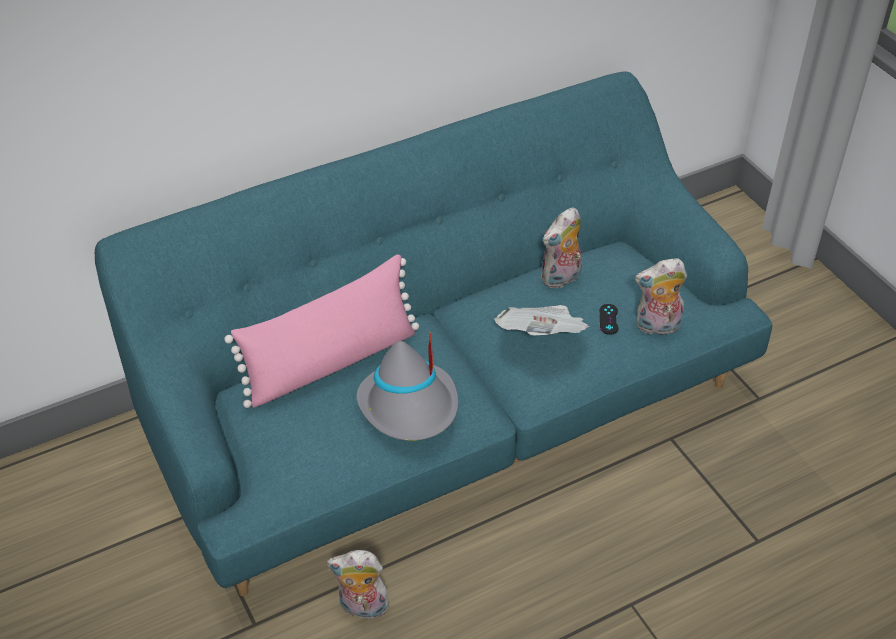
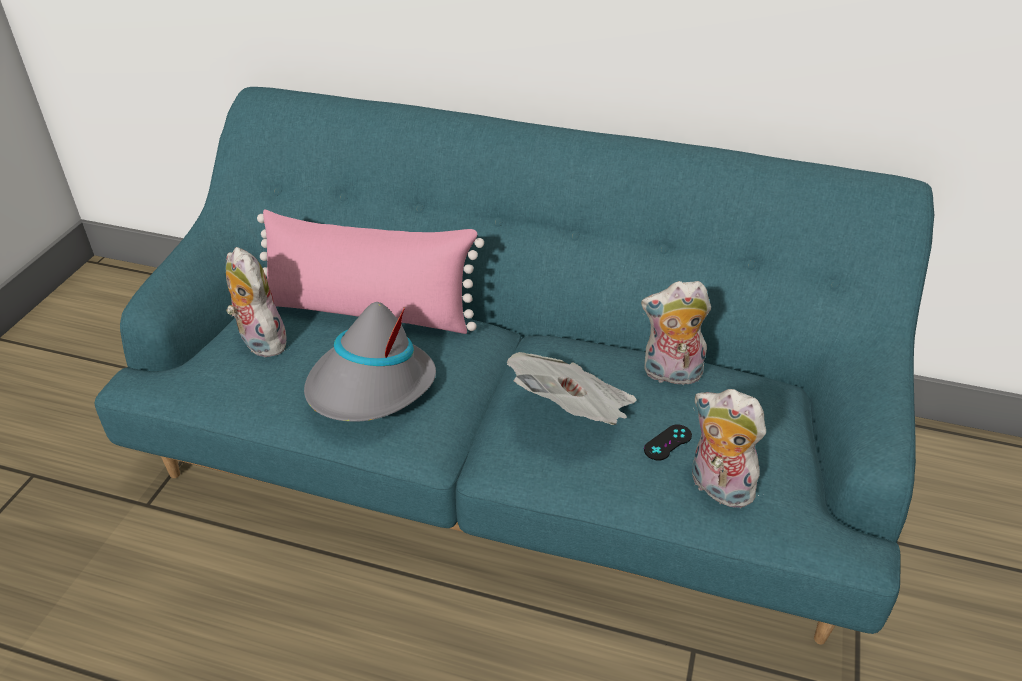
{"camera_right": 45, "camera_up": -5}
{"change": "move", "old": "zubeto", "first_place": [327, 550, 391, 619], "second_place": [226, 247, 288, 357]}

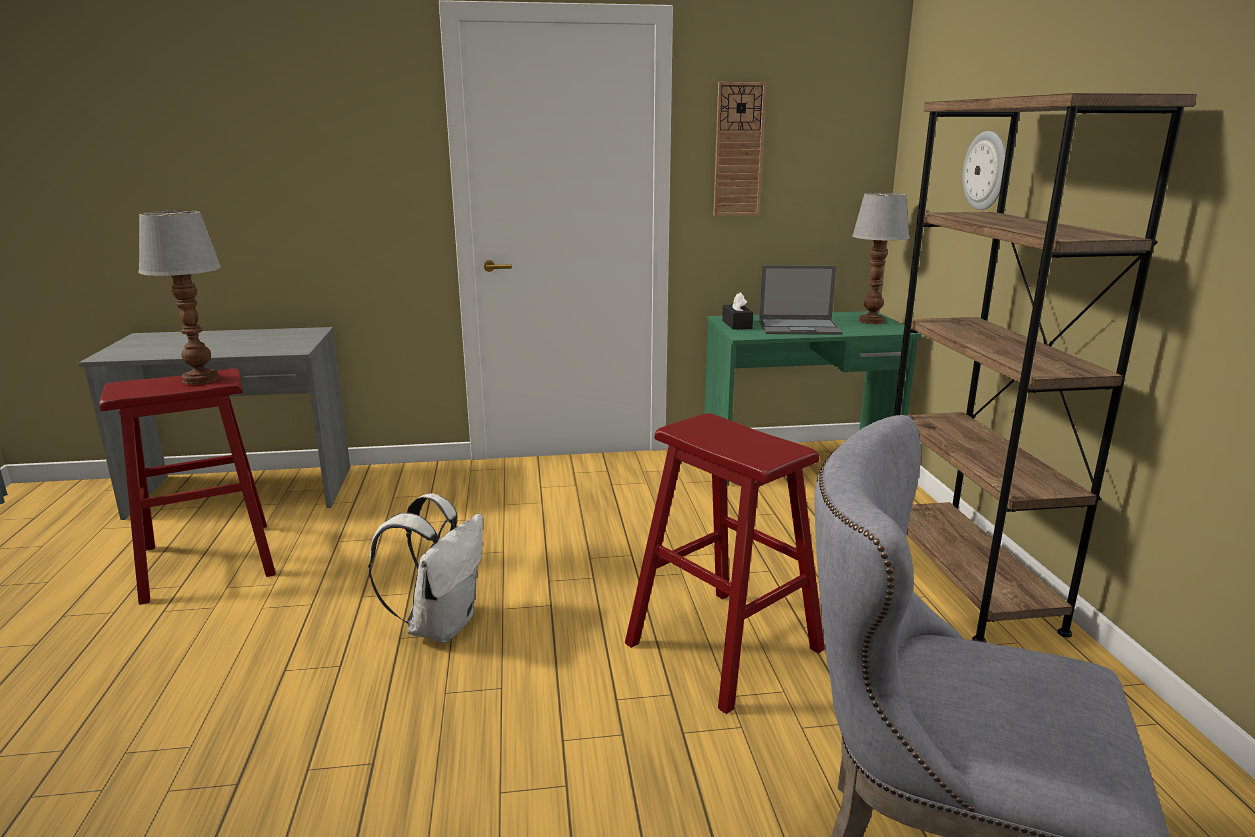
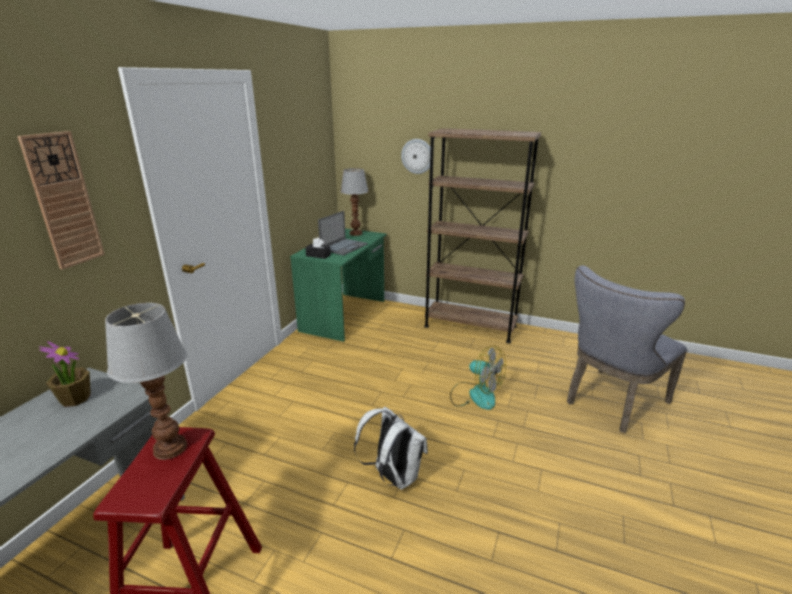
{"camera_right": -60, "camera_up": 5}
{"change": "move", "old": "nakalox", "first_place": [713, 82, 766, 216], "second_place": [17, 131, 105, 270]}
{"change": "replace", "old": "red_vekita", "new": "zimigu", "first_place": [625, 413, 825, 714], "second_place": [450, 345, 506, 410]}
{"change": "insert", "new": "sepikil", "second_place": [39, 341, 91, 407]}

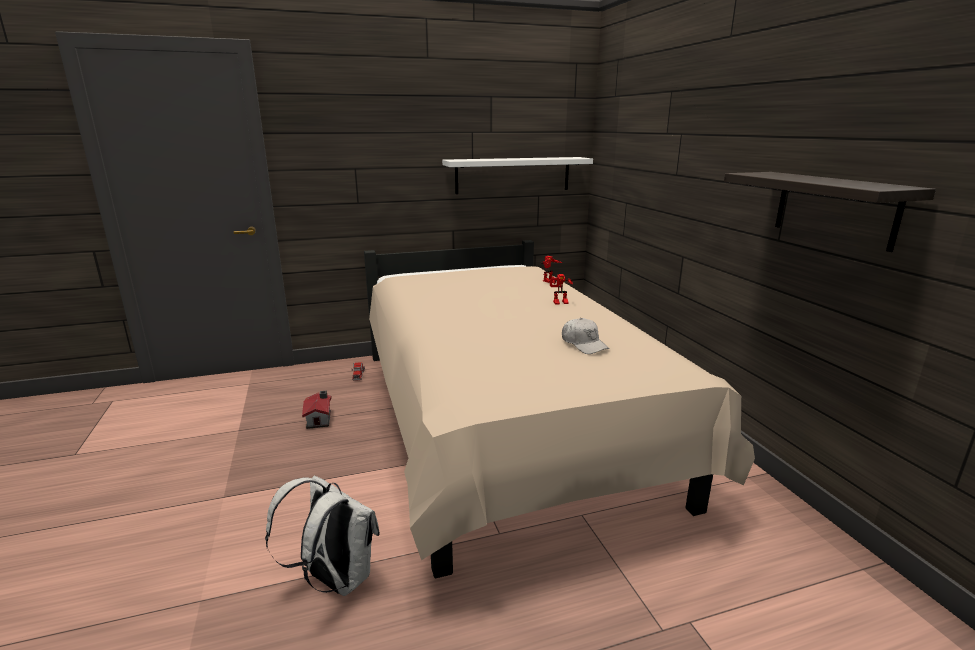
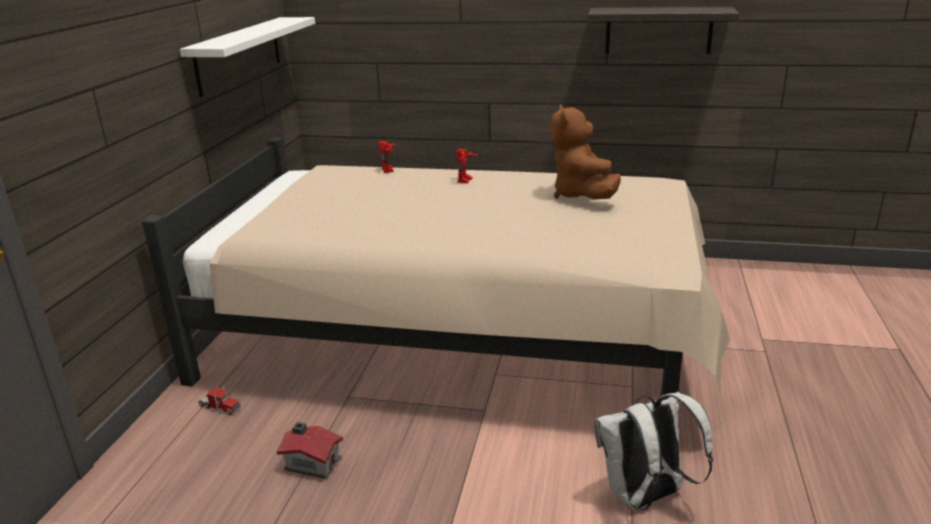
{"camera_right": -60, "camera_up": 5}
{"change": "replace", "old": "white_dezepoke", "new": "brown_zubeto", "first_place": [562, 318, 610, 354], "second_place": [551, 104, 621, 200]}

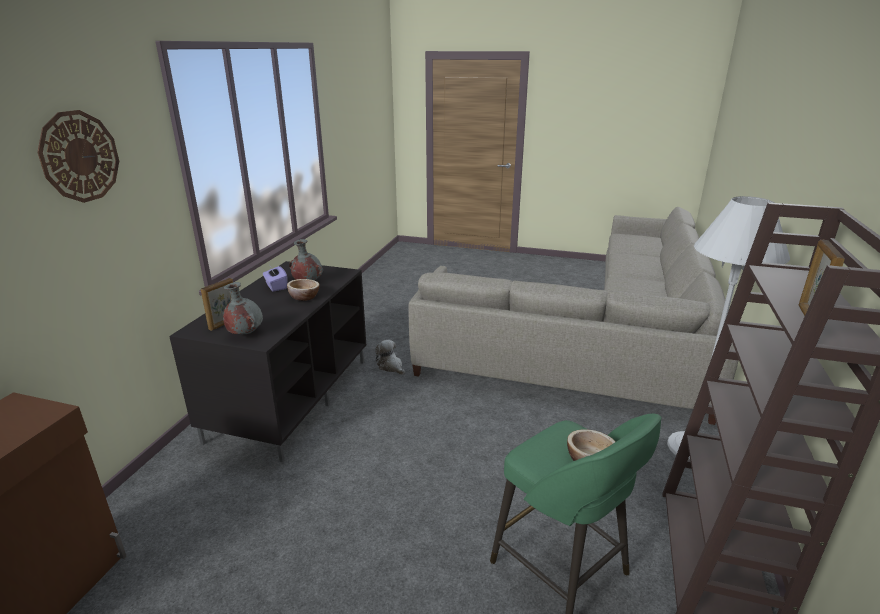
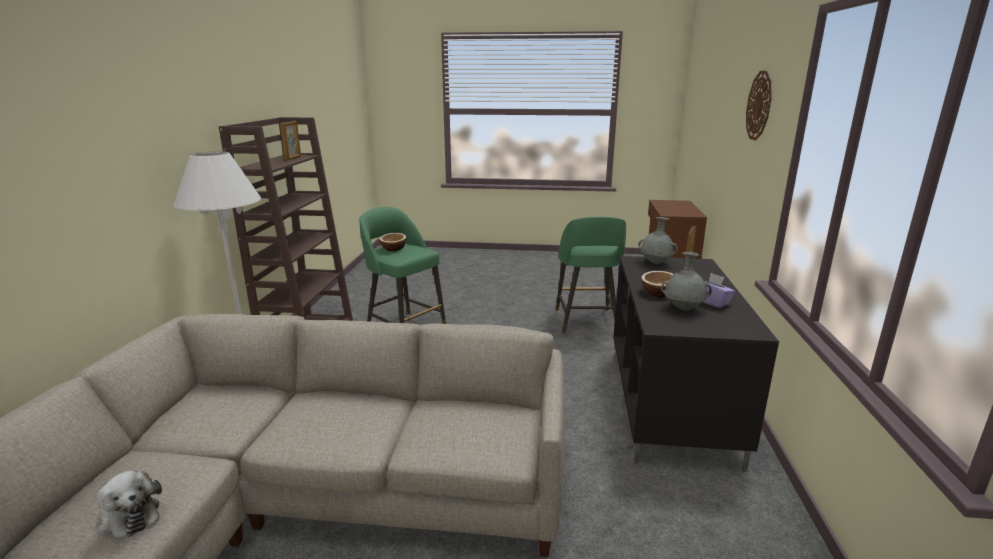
{"camera_right": 170, "camera_up": -5}
{"change": "move", "old": "zubeto", "first_place": [375, 340, 405, 375], "second_place": [96, 470, 162, 538]}
{"change": "insert", "new": "green_vekita", "second_place": [556, 217, 626, 333]}

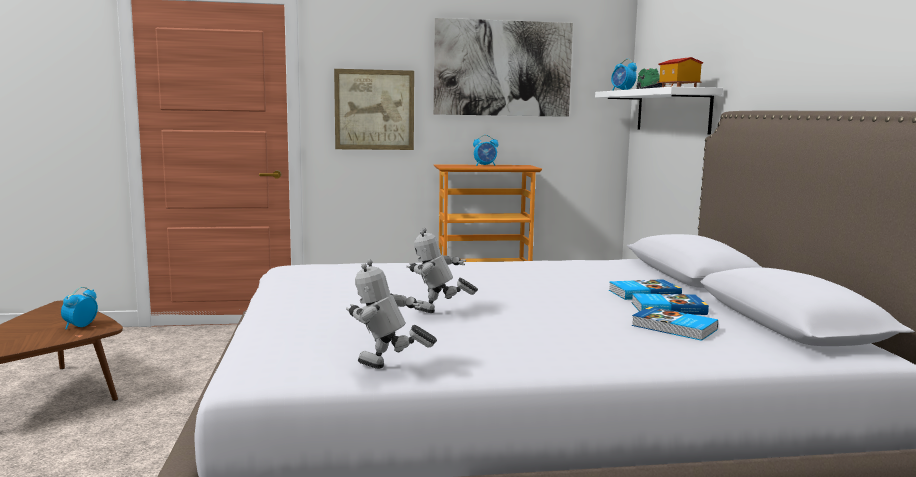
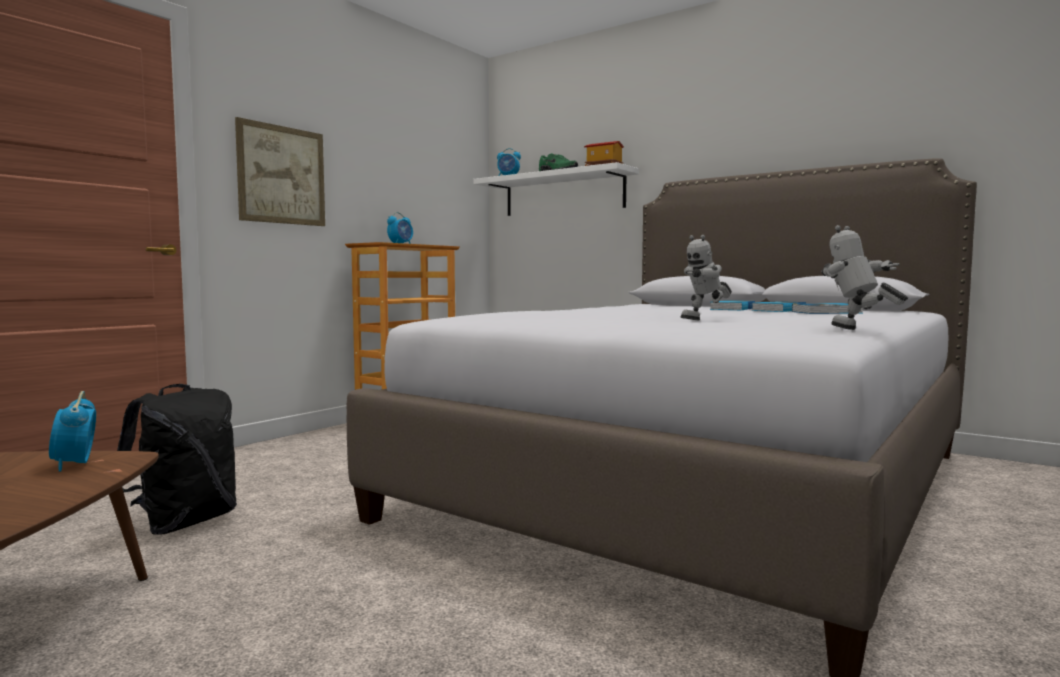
{"camera_right": -45, "camera_up": -5}
{"change": "delete", "old": "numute", "first_place": [434, 18, 573, 117]}
{"change": "rotate", "old": "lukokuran", "first_place": [346, 260, 437, 369], "second_place": [821, 225, 908, 330], "degrees": 90}
{"change": "insert", "new": "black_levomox", "second_place": [117, 384, 237, 535]}

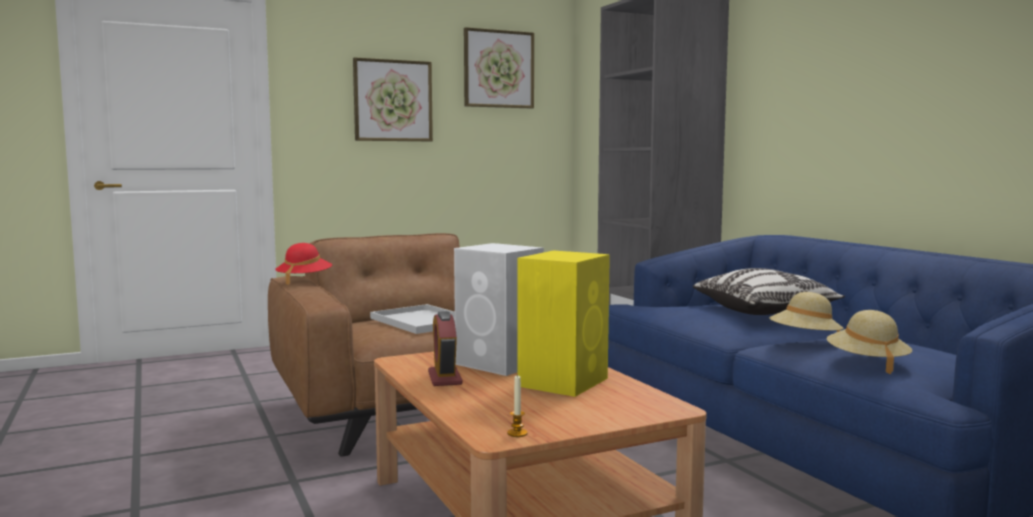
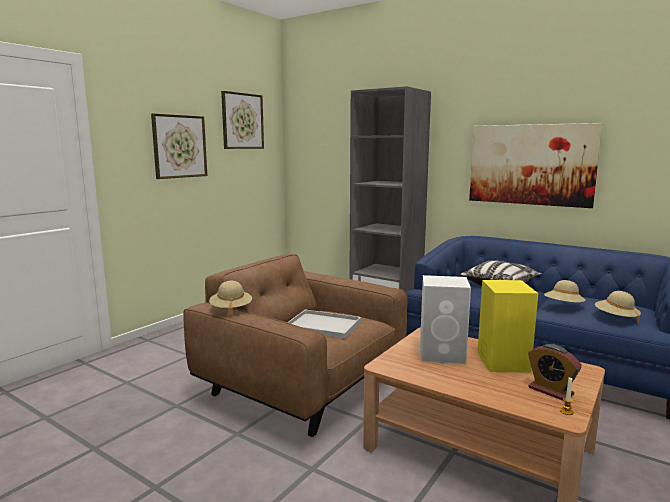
{"camera_right": -30, "camera_up": 5}
{"change": "recolor", "old": "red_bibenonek", "new": "beige_bibenonek", "first_place": [275, 243, 332, 285], "second_place": [209, 281, 252, 317]}
{"change": "move", "old": "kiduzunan", "first_place": [428, 311, 463, 386], "second_place": [528, 344, 582, 401]}
{"change": "insert", "new": "numute", "second_place": [469, 123, 603, 208]}

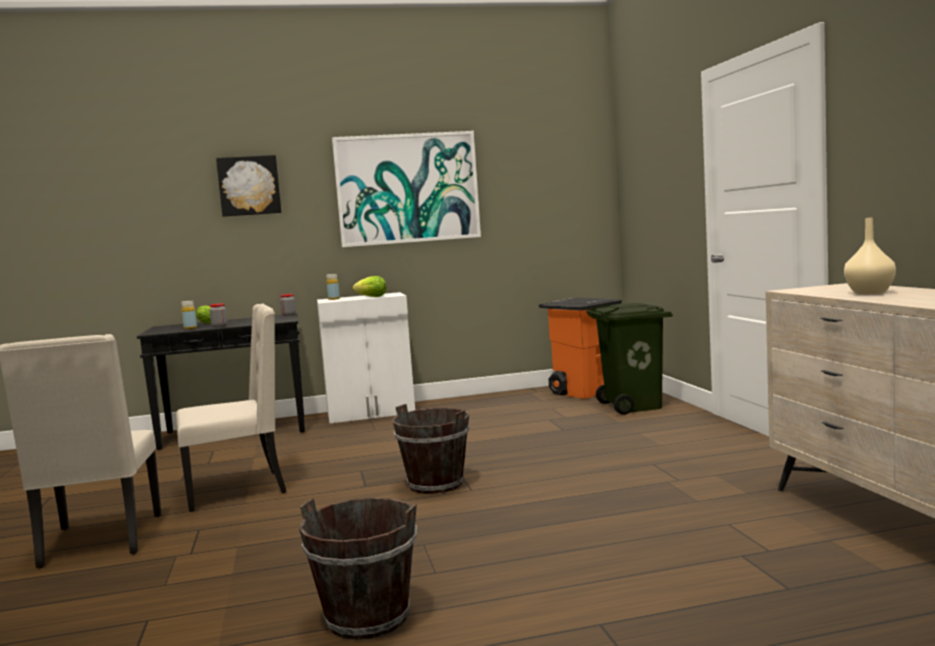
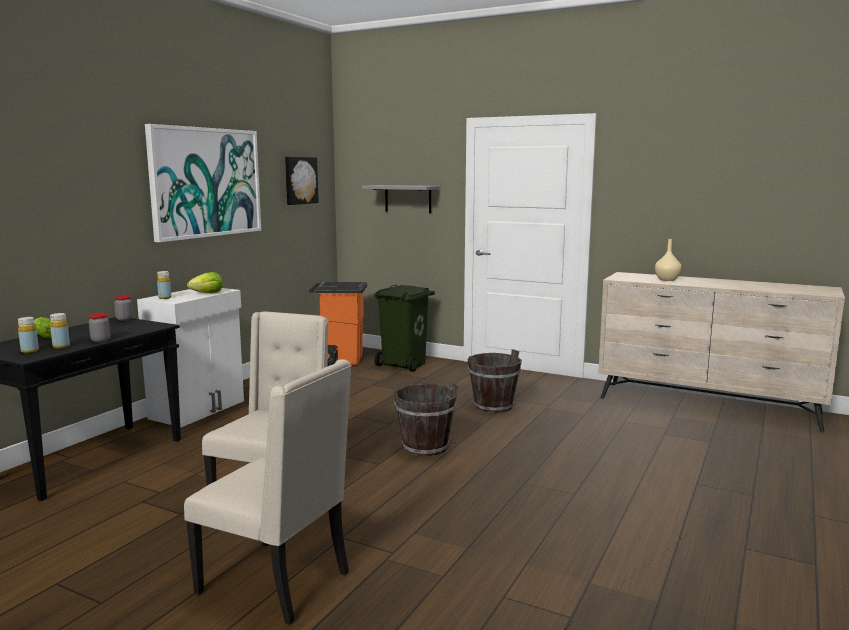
{"camera_right": -50, "camera_up": 5}
{"change": "move", "old": "numute", "first_place": [216, 155, 281, 217], "second_place": [285, 157, 319, 205]}
{"change": "move", "old": "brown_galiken", "first_place": [299, 498, 417, 640], "second_place": [468, 349, 522, 413]}
{"change": "insert", "new": "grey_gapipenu", "second_place": [362, 185, 440, 213]}
{"change": "insert", "new": "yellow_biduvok", "second_place": [18, 317, 39, 353]}

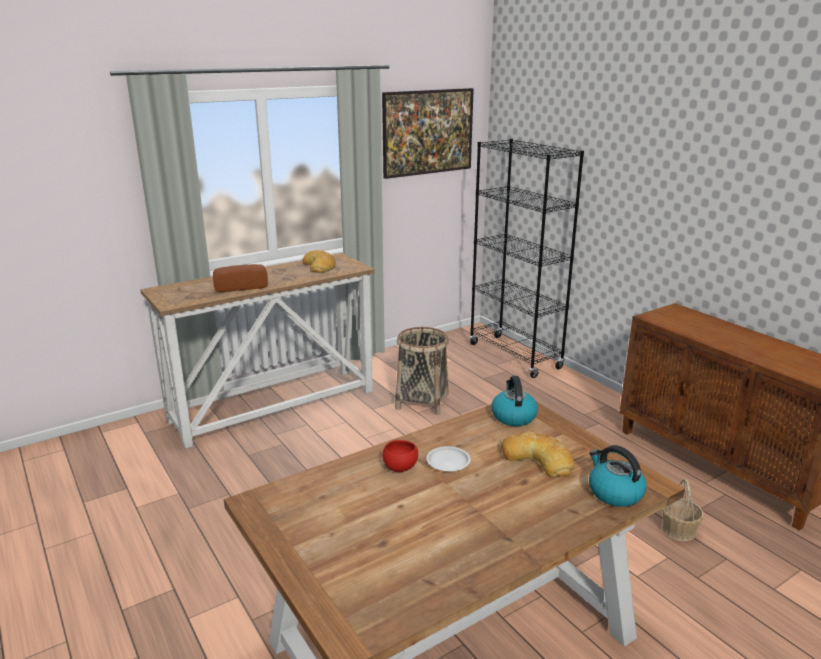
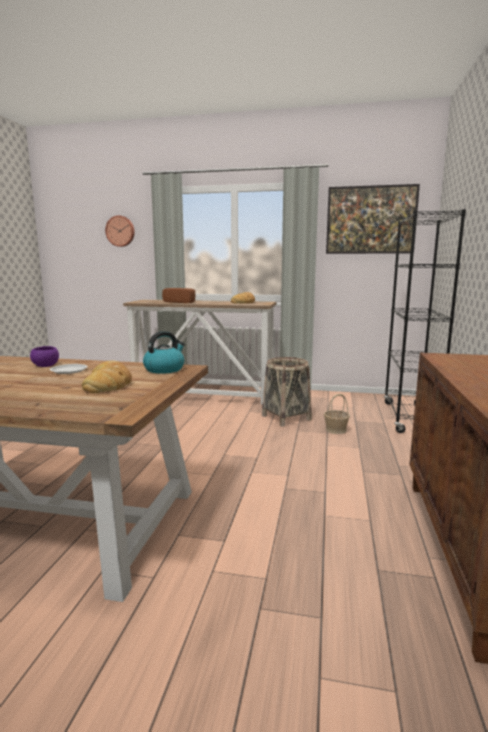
{"camera_right": 45, "camera_up": -10}
{"change": "recolor", "old": "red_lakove", "new": "purple_lakove", "first_place": [382, 440, 418, 472], "second_place": [30, 346, 59, 367]}
{"change": "delete", "old": "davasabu", "first_place": [589, 445, 647, 507]}
{"change": "move", "old": "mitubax", "first_place": [662, 479, 704, 541], "second_place": [324, 394, 350, 434]}
{"change": "insert", "new": "nakalox", "second_place": [105, 215, 135, 247]}

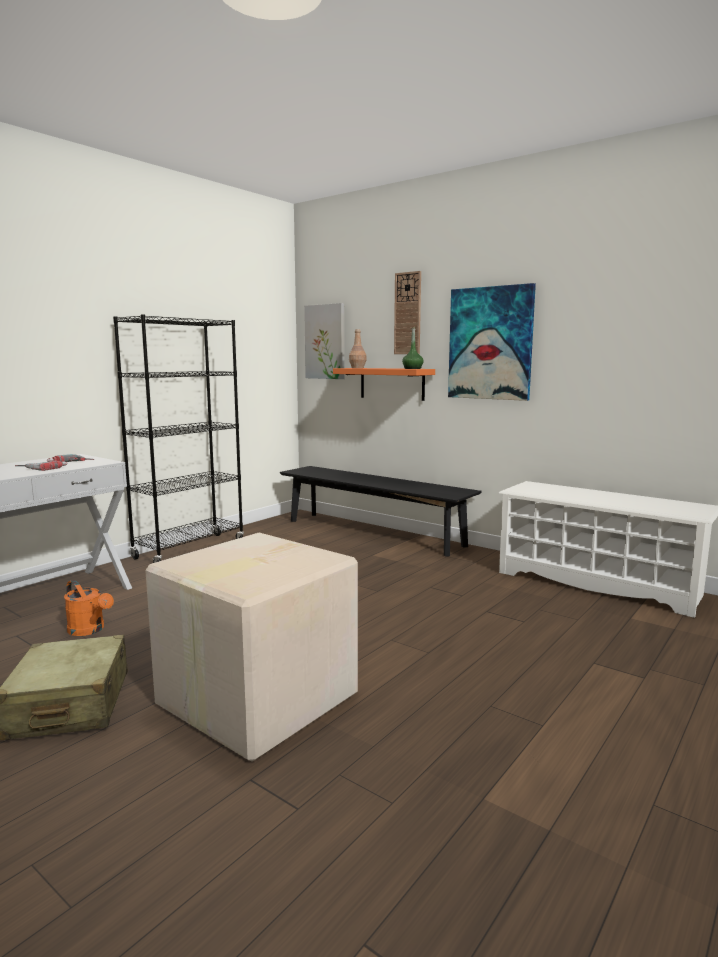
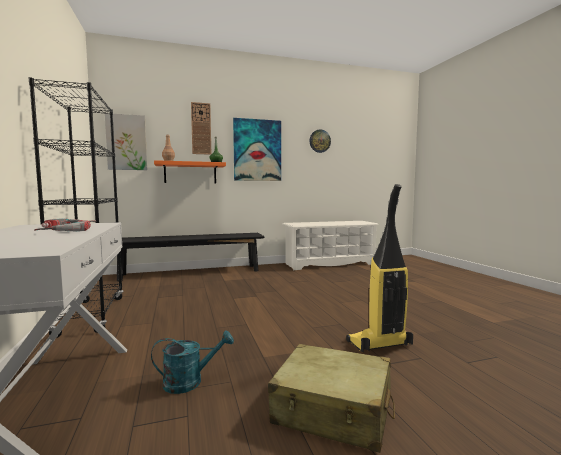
{"camera_right": -55, "camera_up": -5}
{"change": "replace", "old": "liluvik", "new": "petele", "first_place": [145, 533, 358, 762], "second_place": [346, 184, 413, 352]}
{"change": "recolor", "old": "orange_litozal", "new": "turquoise_litozal", "first_place": [64, 580, 114, 636], "second_place": [151, 330, 234, 394]}
{"change": "insert", "new": "nakalox", "second_place": [310, 129, 331, 153]}

